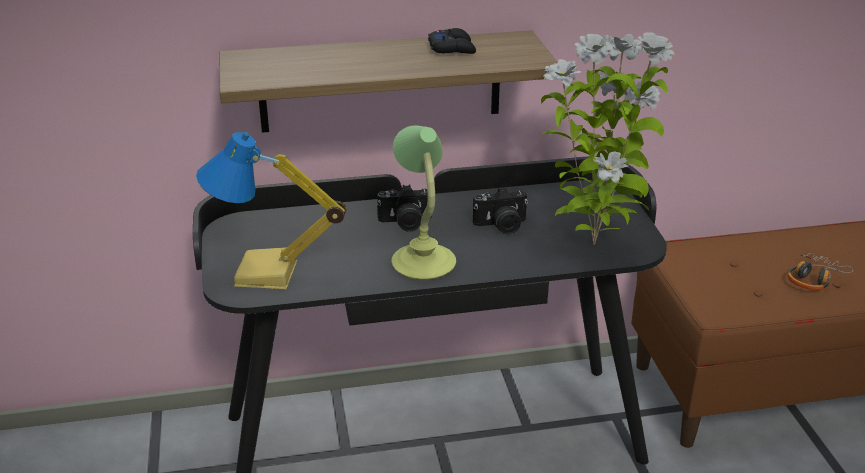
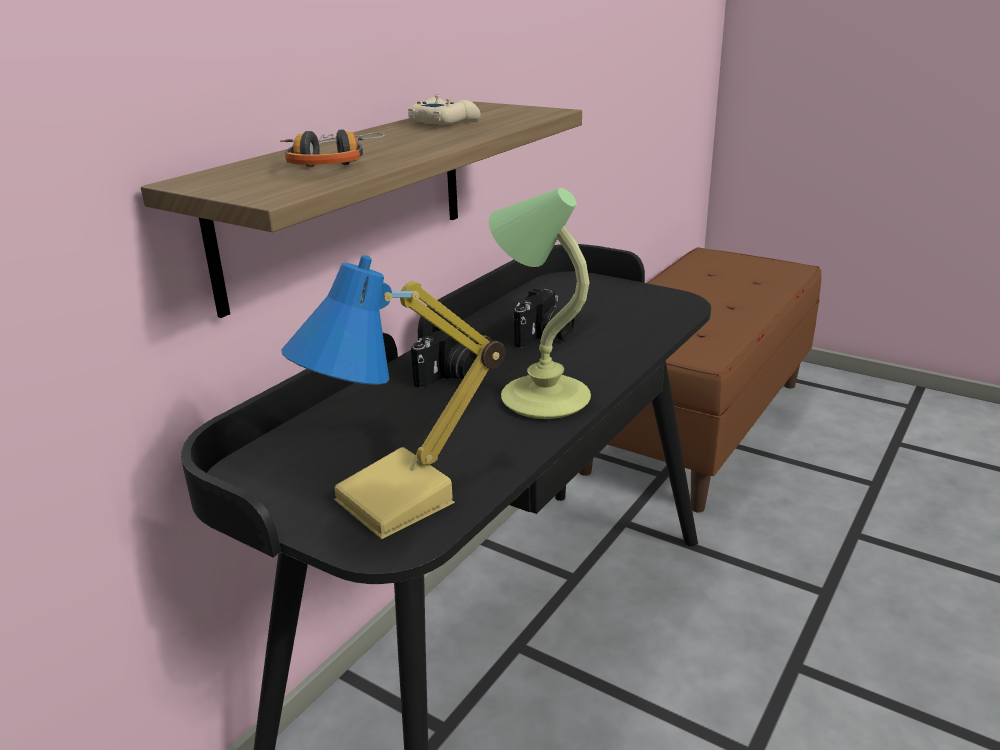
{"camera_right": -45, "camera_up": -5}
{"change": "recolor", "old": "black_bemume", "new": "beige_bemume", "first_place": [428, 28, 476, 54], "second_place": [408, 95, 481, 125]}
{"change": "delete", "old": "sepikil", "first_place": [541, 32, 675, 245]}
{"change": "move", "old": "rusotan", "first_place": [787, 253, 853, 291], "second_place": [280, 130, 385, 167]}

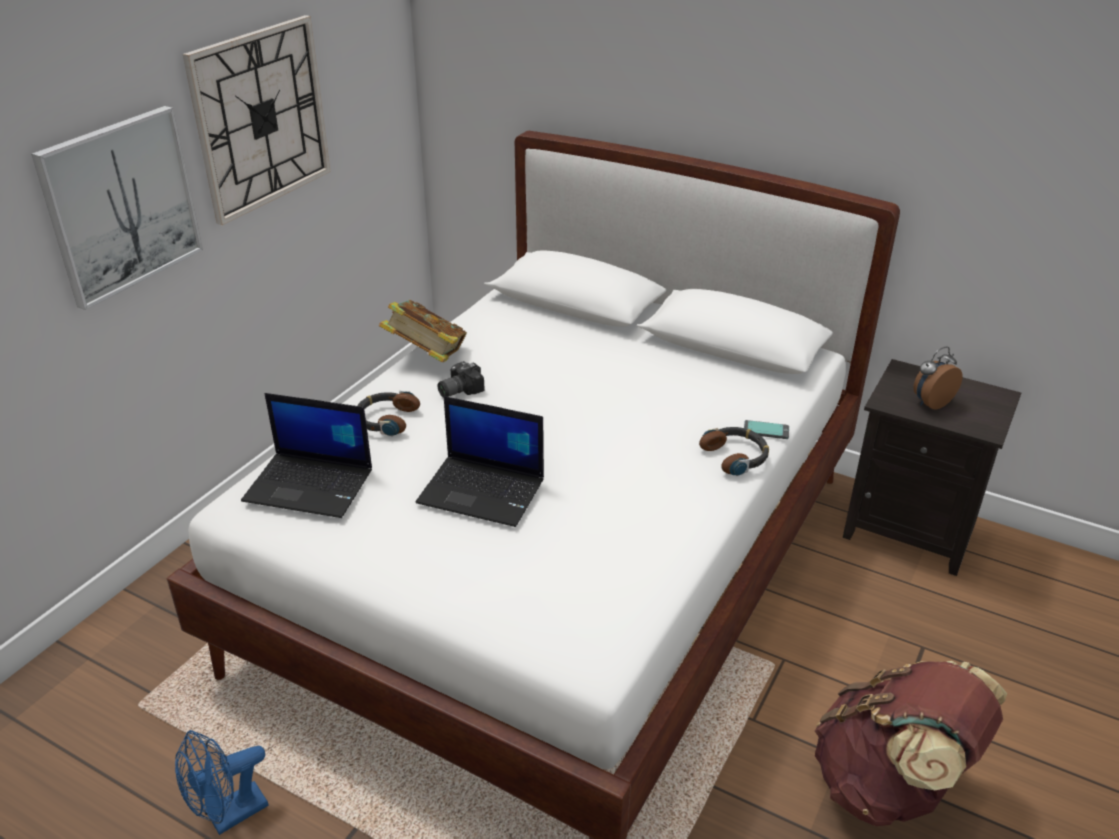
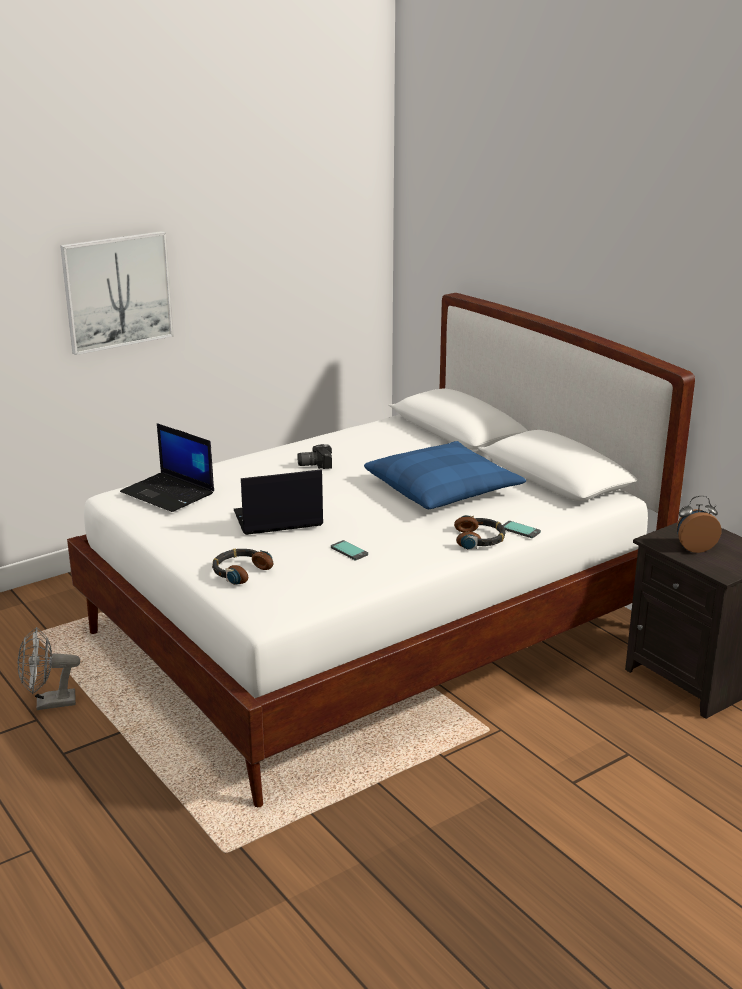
{"camera_right": 25, "camera_up": -10}
{"change": "delete", "old": "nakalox", "first_place": [183, 15, 331, 225]}
{"change": "delete", "old": "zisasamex", "first_place": [379, 300, 467, 363]}
{"change": "move", "old": "rusotan", "first_place": [357, 391, 420, 436], "second_place": [212, 548, 273, 585]}
{"change": "rotate", "old": "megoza", "first_place": [416, 396, 544, 527], "second_place": [234, 469, 323, 535], "degrees": 120}
{"change": "delete", "old": "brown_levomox", "first_place": [815, 661, 1007, 826]}
{"change": "recolor", "old": "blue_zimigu", "new": "grey_zimigu", "first_place": [175, 730, 268, 835], "second_place": [18, 627, 80, 710]}
{"change": "insert", "new": "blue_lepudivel", "second_place": [364, 441, 526, 509]}
{"change": "insert", "new": "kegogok", "second_place": [331, 540, 368, 560]}

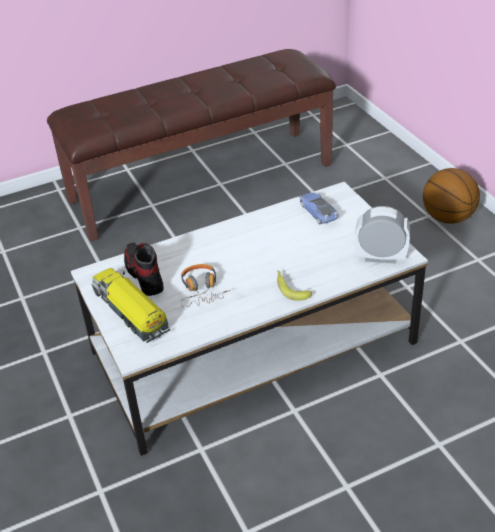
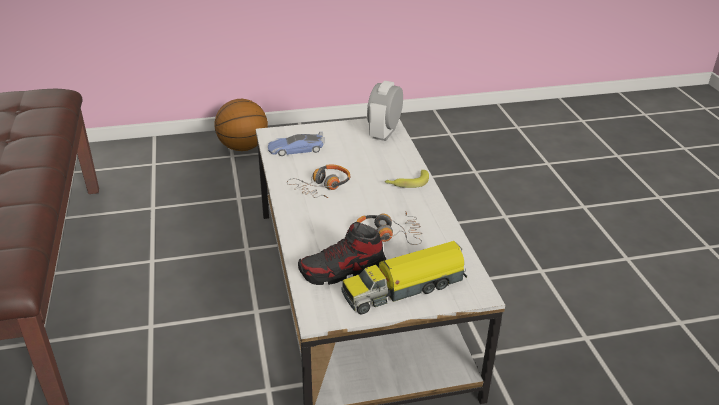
{"camera_right": -80, "camera_up": -5}
{"change": "insert", "new": "rusotan", "second_place": [287, 164, 350, 198]}

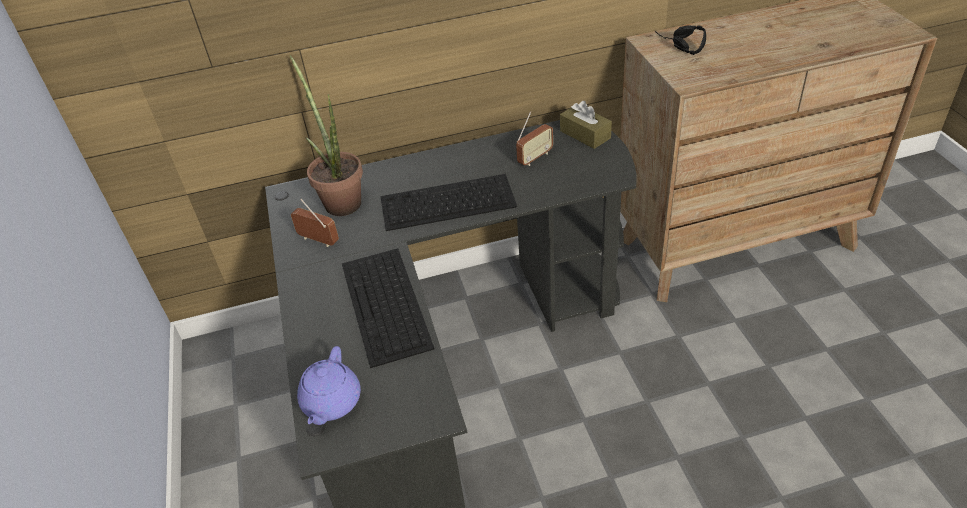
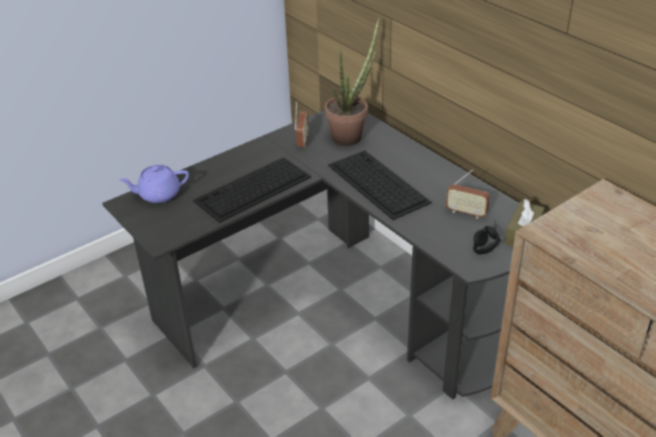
{"camera_right": 65, "camera_up": -5}
{"change": "move", "old": "black_rusotan", "first_place": [655, 25, 706, 55], "second_place": [473, 220, 501, 254]}

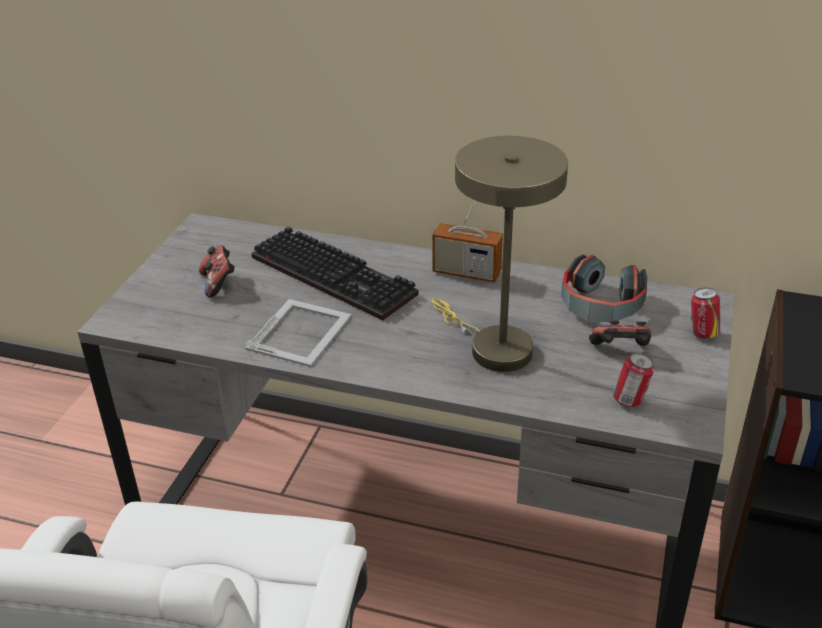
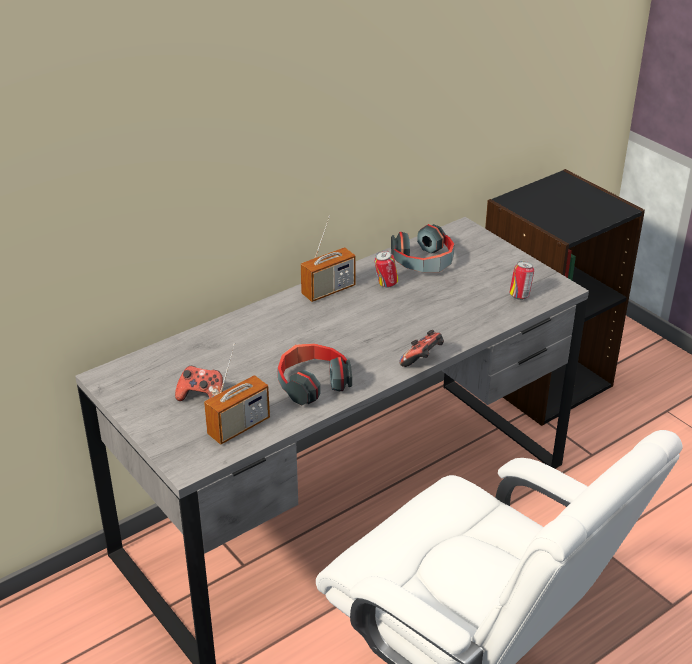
{"camera_right": -55, "camera_up": 0}
{"change": "delete", "old": "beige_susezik", "first_place": [432, 136, 568, 372]}
{"change": "delete", "old": "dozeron", "first_place": [251, 227, 419, 320]}
{"change": "move", "old": "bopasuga", "first_place": [691, 288, 720, 339], "second_place": [374, 250, 398, 287]}
{"change": "replace", "old": "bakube", "new": "rusotan", "first_place": [245, 299, 352, 367], "second_place": [277, 343, 352, 405]}
{"change": "move", "old": "bemume", "first_place": [589, 321, 651, 346], "second_place": [399, 330, 444, 367]}
{"change": "insert", "new": "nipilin", "second_place": [204, 343, 270, 445]}

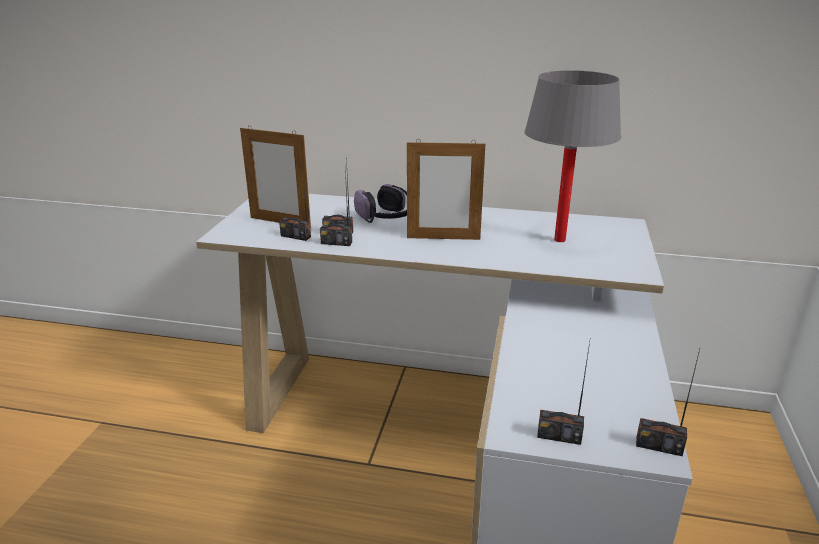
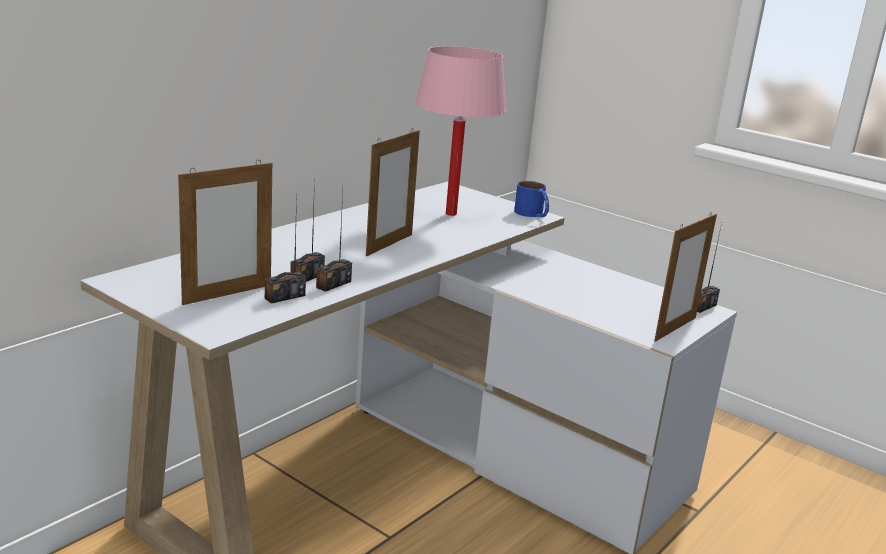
{"camera_right": -65, "camera_up": -5}
{"change": "recolor", "old": "grey_susezik", "new": "pink_susezik", "first_place": [524, 70, 621, 242], "second_place": [415, 46, 507, 216]}
{"change": "delete", "old": "rusotan", "first_place": [354, 184, 407, 223]}
{"change": "replace", "old": "nipilin", "new": "bakube", "first_place": [537, 342, 590, 445], "second_place": [654, 212, 717, 342]}
{"change": "insert", "new": "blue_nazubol", "second_place": [514, 181, 549, 217]}

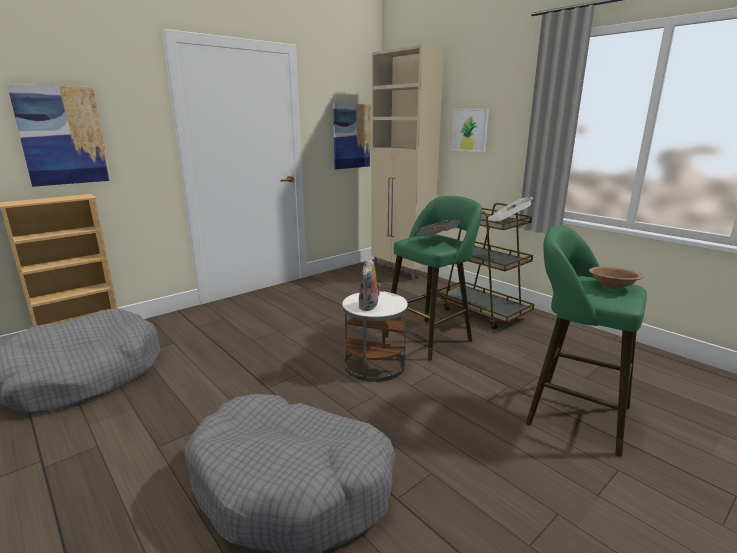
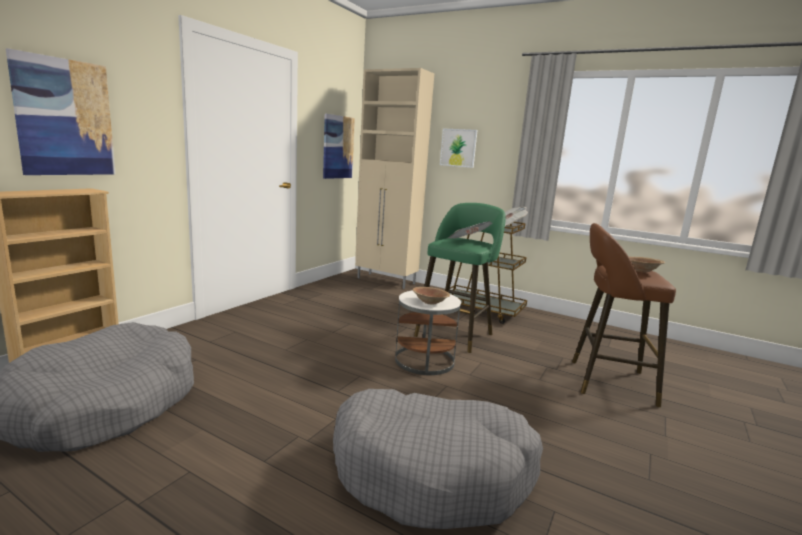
{"camera_right": -20, "camera_up": -5}
{"change": "recolor", "old": "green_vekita", "new": "brown_vekita", "first_place": [526, 225, 647, 457], "second_place": [572, 223, 676, 407]}
{"change": "replace", "old": "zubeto", "new": "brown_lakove", "first_place": [359, 258, 381, 311], "second_place": [413, 287, 450, 304]}

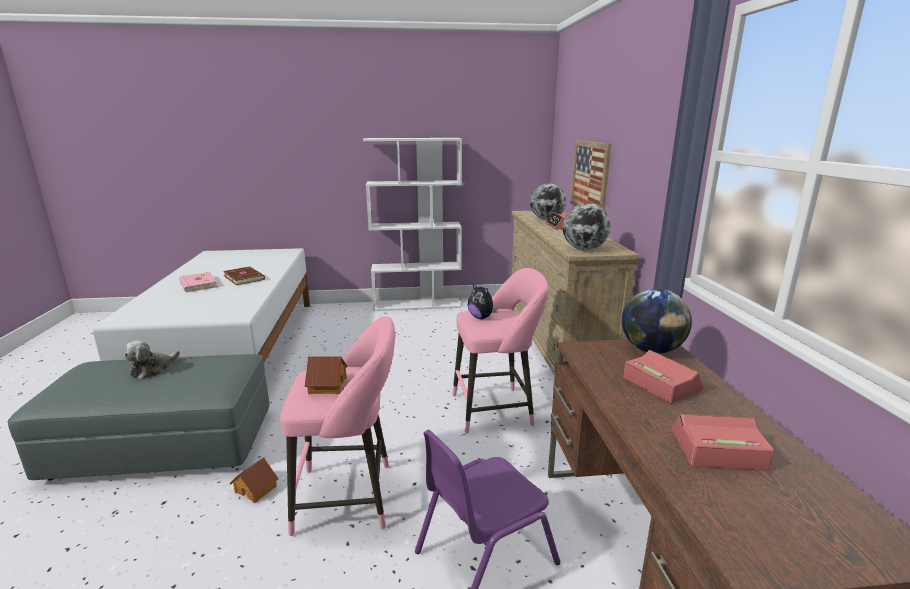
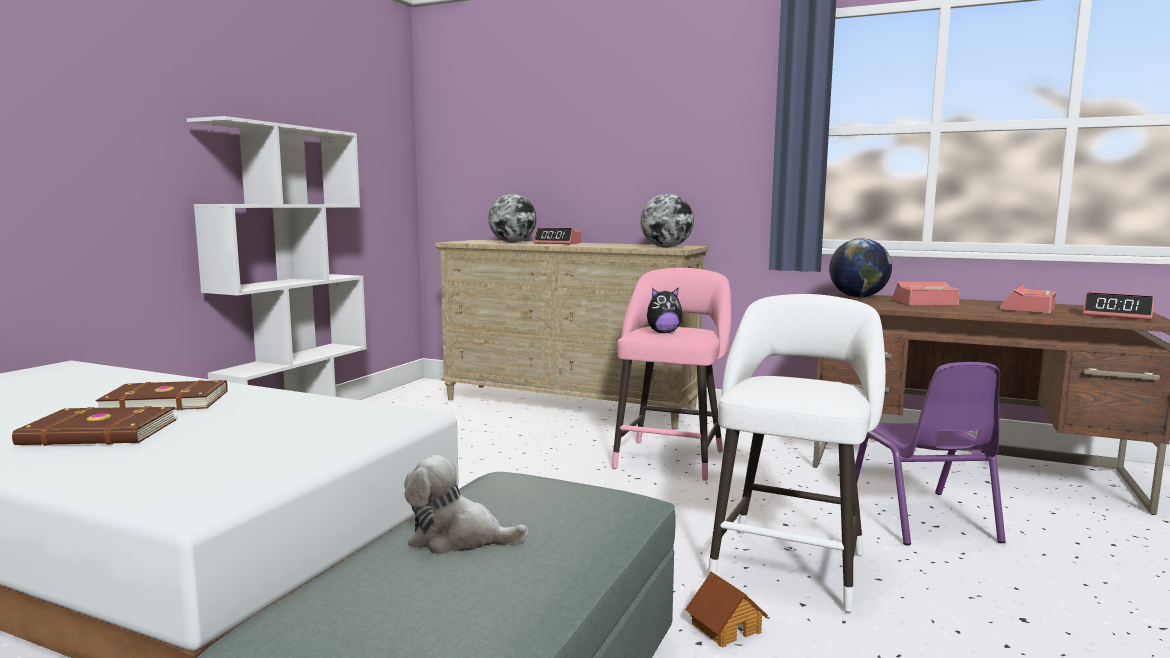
{"camera_right": -60, "camera_up": -10}
{"change": "delete", "old": "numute", "first_place": [570, 140, 611, 210]}
{"change": "recolor", "old": "pink_zisasamex", "new": "brown_zisasamex", "first_place": [179, 272, 218, 292], "second_place": [12, 406, 176, 446]}
{"change": "recolor", "old": "pink_vekita", "new": "white_vekita", "first_place": [280, 316, 395, 536], "second_place": [708, 294, 886, 613]}
{"change": "rotate", "old": "zubeto", "first_place": [124, 340, 180, 379], "second_place": [404, 455, 528, 554], "degrees": 135}
{"change": "delete", "old": "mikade", "first_place": [305, 356, 347, 394]}
{"change": "insert", "new": "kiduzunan", "second_place": [1083, 292, 1154, 320]}

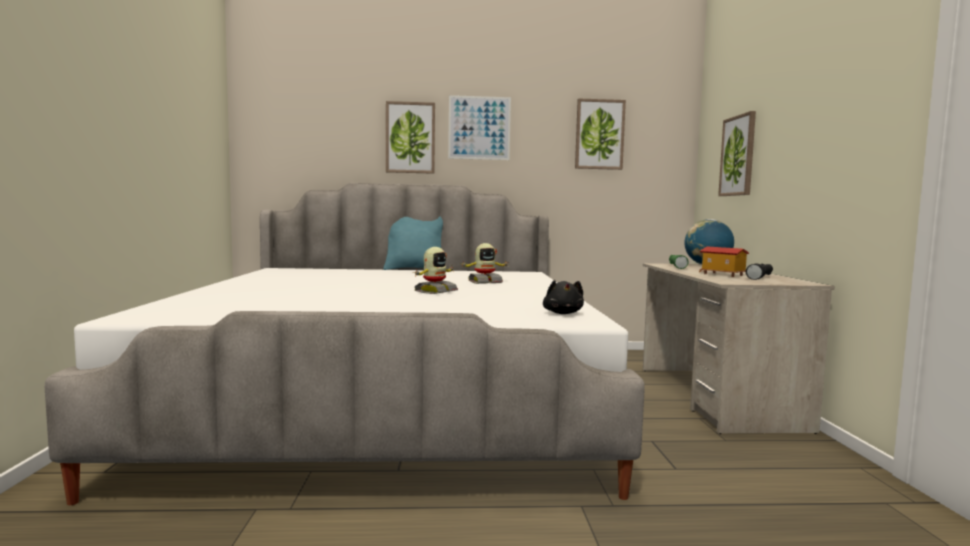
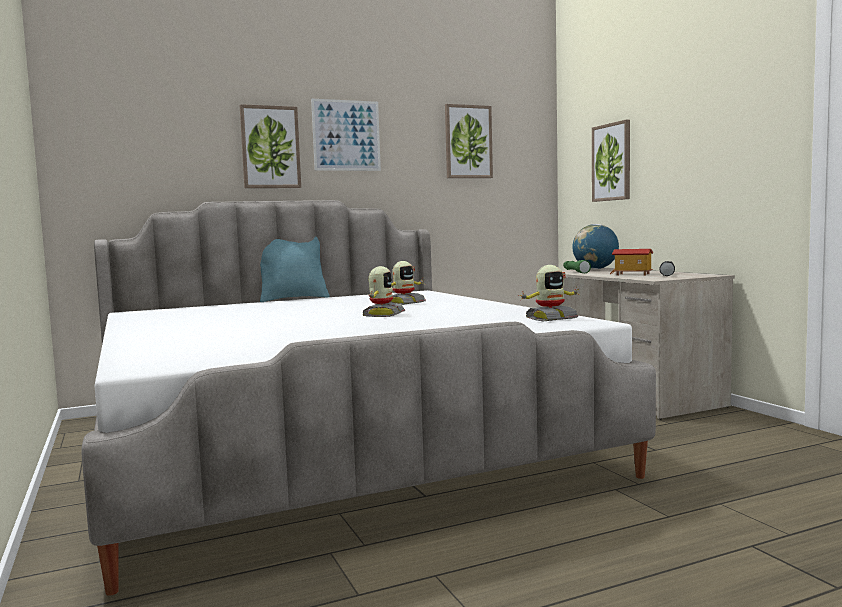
{"camera_right": -20, "camera_up": 0}
{"change": "replace", "old": "black_zubeto", "new": "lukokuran", "first_place": [543, 280, 584, 314], "second_place": [518, 265, 580, 321]}

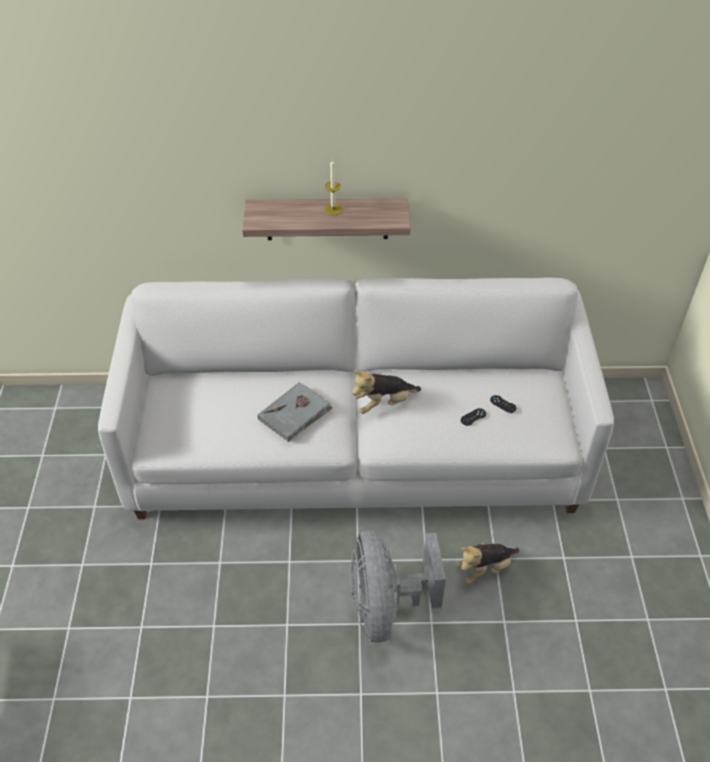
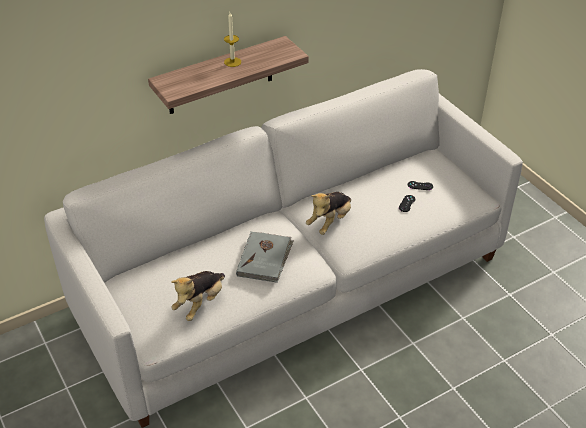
{"camera_right": -30, "camera_up": -5}
{"change": "delete", "old": "grey_zimigu", "first_place": [350, 530, 446, 643]}
{"change": "move", "old": "zubeto", "first_place": [457, 543, 519, 584], "second_place": [171, 271, 225, 321]}

